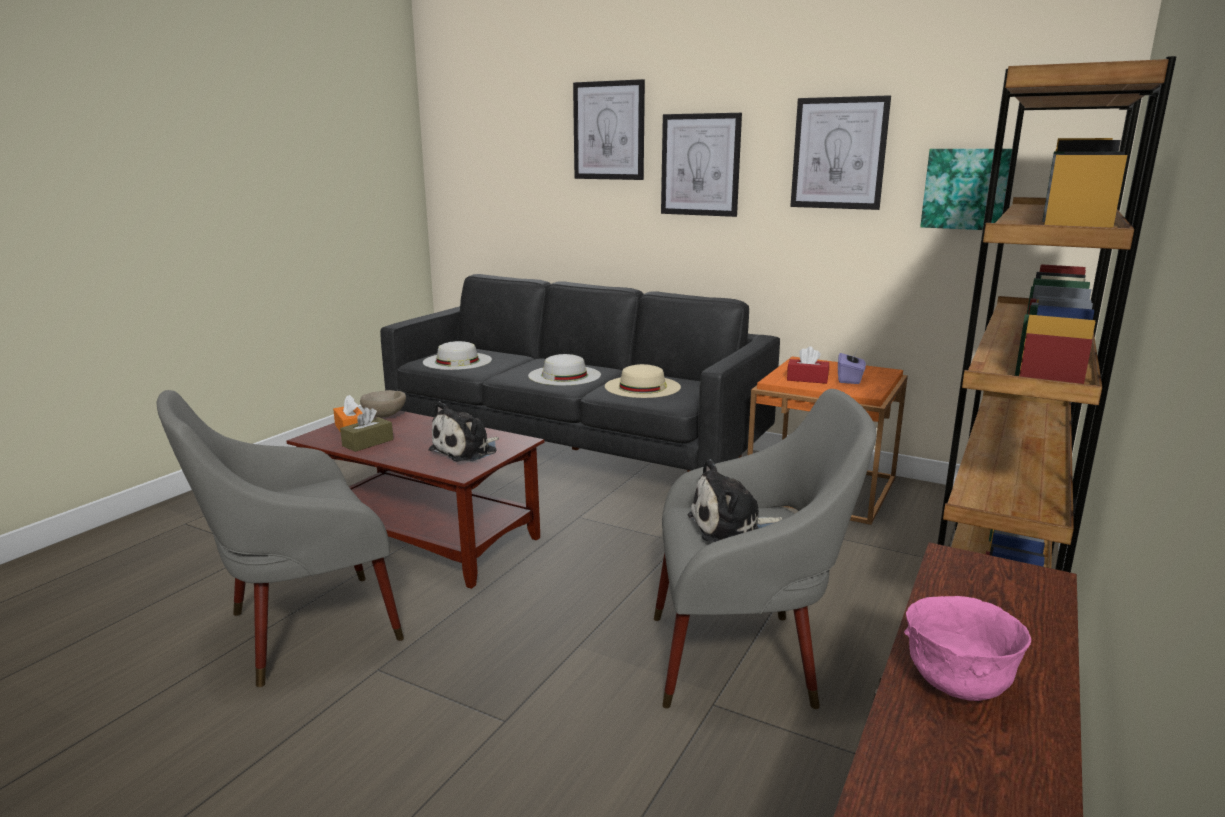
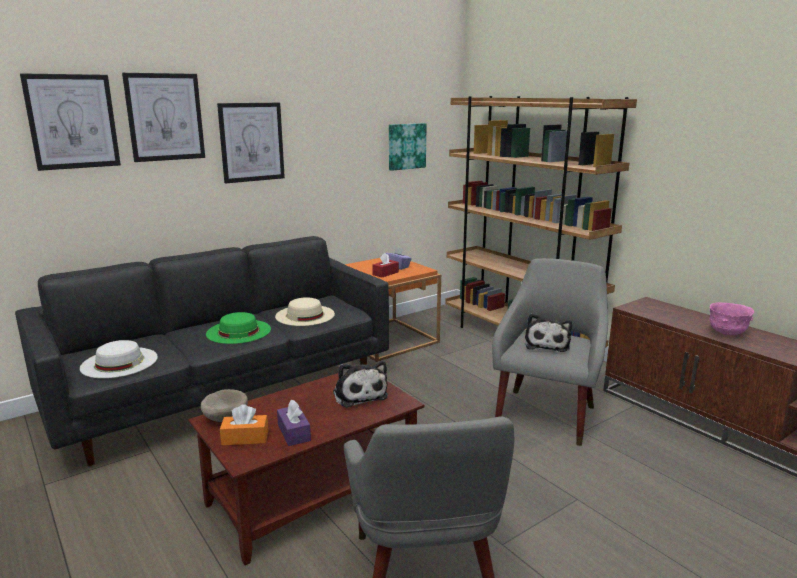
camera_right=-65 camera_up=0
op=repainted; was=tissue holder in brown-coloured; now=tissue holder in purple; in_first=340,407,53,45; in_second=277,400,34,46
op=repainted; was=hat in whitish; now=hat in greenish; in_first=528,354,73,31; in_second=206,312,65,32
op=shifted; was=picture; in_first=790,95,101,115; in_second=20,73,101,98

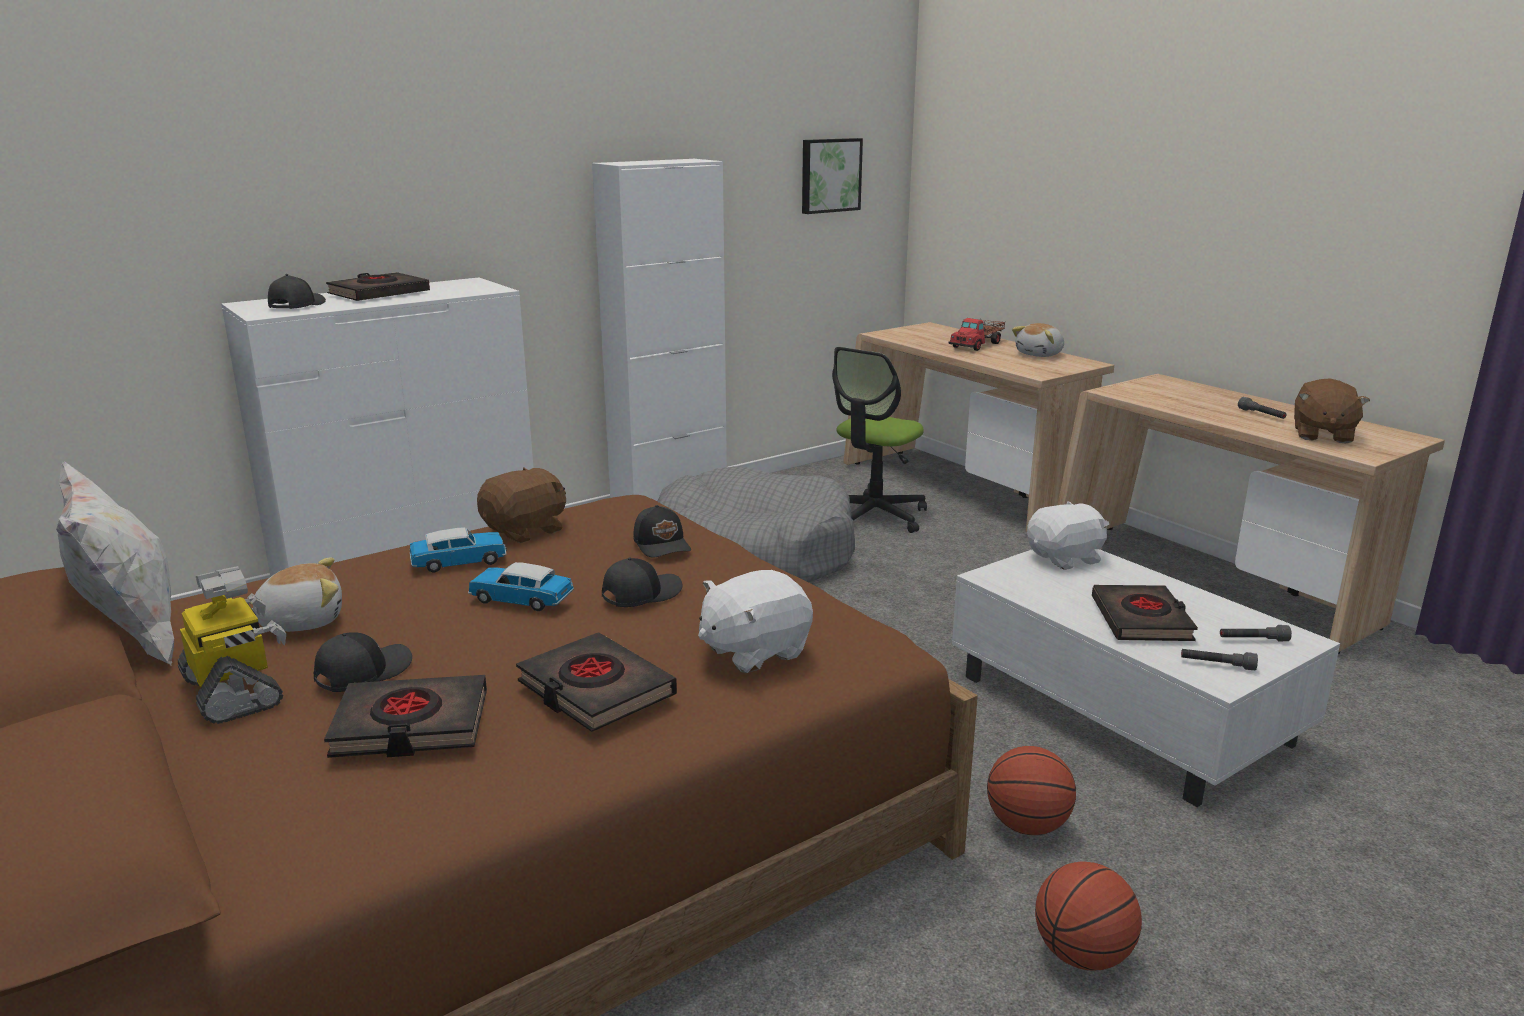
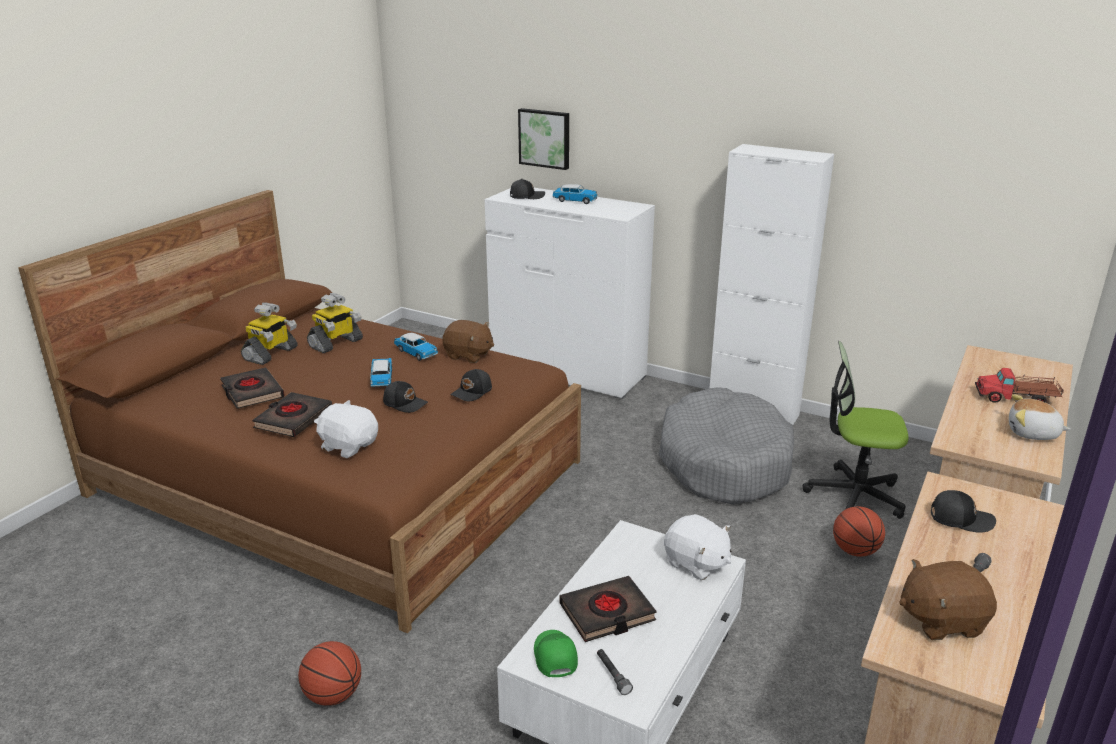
camera_right=65 camera_up=5
op=gone; was=pillow in whitish; in_first=56,462,118,204
op=swapped; was=soft toy; now=toy robot; in_first=252,557,90,75; in_second=307,293,56,60
op=shifted; was=peaked cap in black-coloured; in_first=314,632,98,60; in_second=931,490,65,43
op=swapped; was=bound book in black-coloured; now=toy car; in_first=326,272,104,29; in_second=553,184,45,20
op=shifted; was=picture; in_first=802,138,61,76; in_second=518,108,51,62
op=shifted; was=ball for basketball; in_first=987,746,89,89; in_second=833,506,52,51
op=swapped; was=torch in grey; now=peaked cap in greenish; in_first=1181,649,77,21; in_second=534,630,44,47

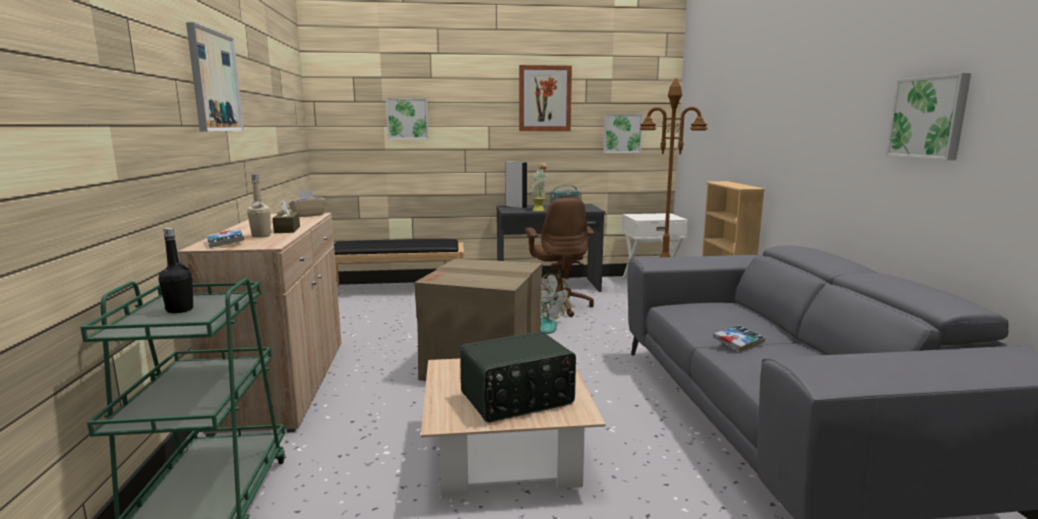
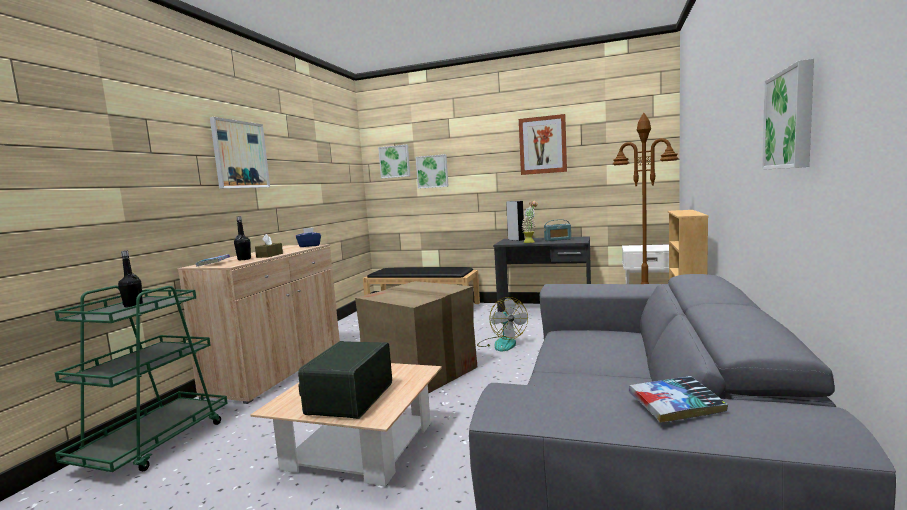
camera_right=25 camera_up=-5
op=repainted; was=drink bottle in sand-coloured; now=drink bottle in black-coloured; in_first=247,175,24,63; in_second=234,216,17,44
op=repainted; was=tissue holder in sand-coloured; now=tissue holder in blue; in_first=289,190,37,27; in_second=296,228,25,19
op=rotated; was=radio; in_first=460,332,116,91; in_second=298,341,94,78; clockwise=105
op=gone; was=computer chair in brown-coloured; in_first=525,198,69,119
op=shifted; was=picture; in_first=603,114,40,39; in_second=378,145,32,33
op=shifted; was=bound book; in_first=713,325,53,26; in_second=629,376,99,47

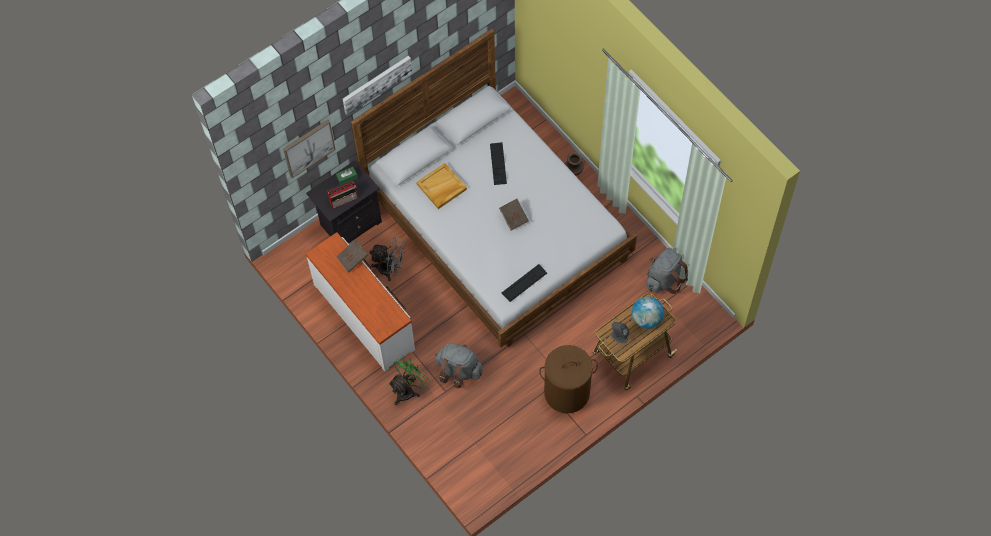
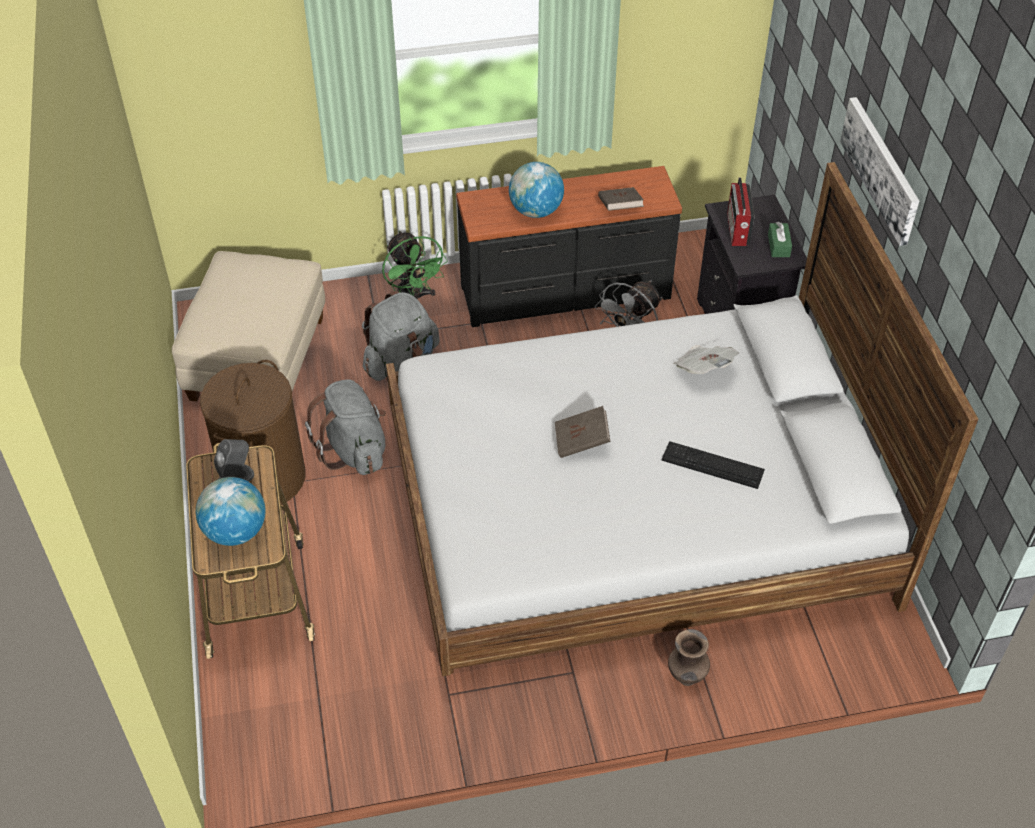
camera_right=115 camera_up=-15
op=gone; was=picture; in_first=283,120,53,58
op=repainted; was=dresser in whitish; now=dresser in black-coloured; in_first=306,232,109,139; in_second=456,166,226,161
op=swapped; was=carrying tray in sand-coloured; now=daily paper; in_first=416,163,51,46; in_second=673,345,66,29
op=gone; was=keyboard; in_first=502,264,45,38
op=shifted; was=knapsack in grey; in_first=646,247,42,47; in_second=305,379,81,96
op=new; now=footrest in sand-coloured; in_second=172,251,153,151
op=new; now=globe; in_second=509,162,55,56

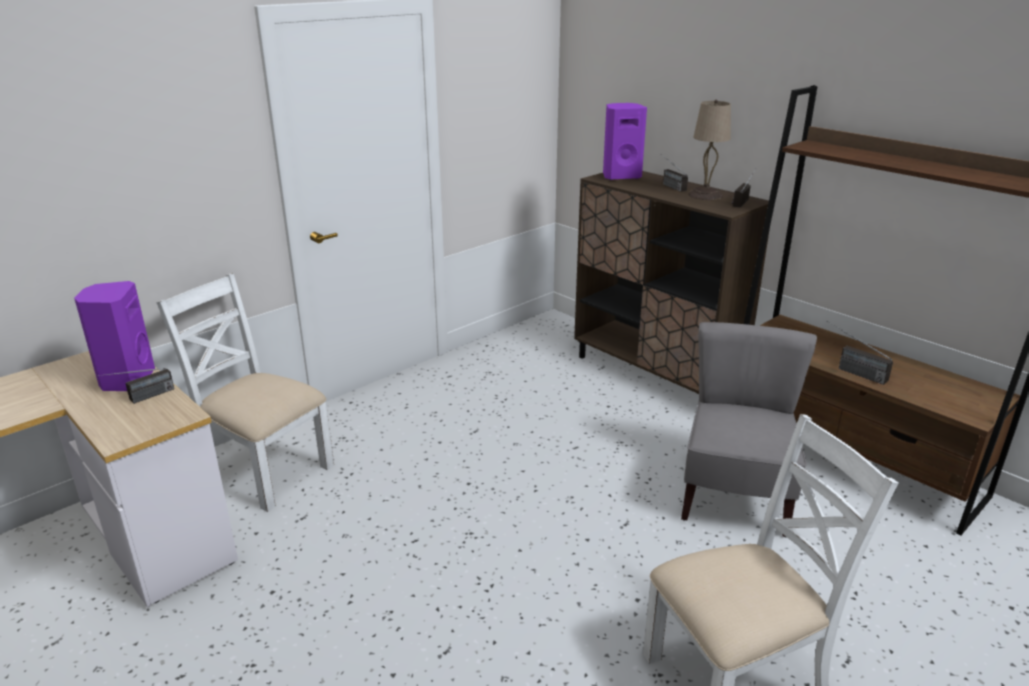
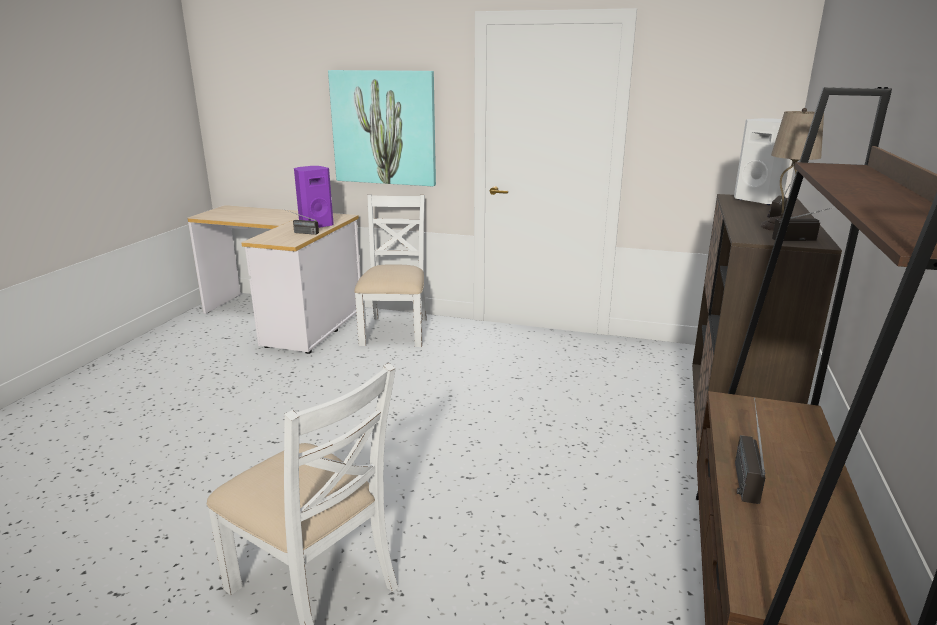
camera_right=60 camera_up=-5
op=repainted; was=audio speaker in purple; now=audio speaker in whitish; in_first=603,103,44,77; in_second=734,118,56,87
op=gone; was=plain chair in grey; in_first=681,322,136,215
op=new; now=picture; in_second=328,70,108,116

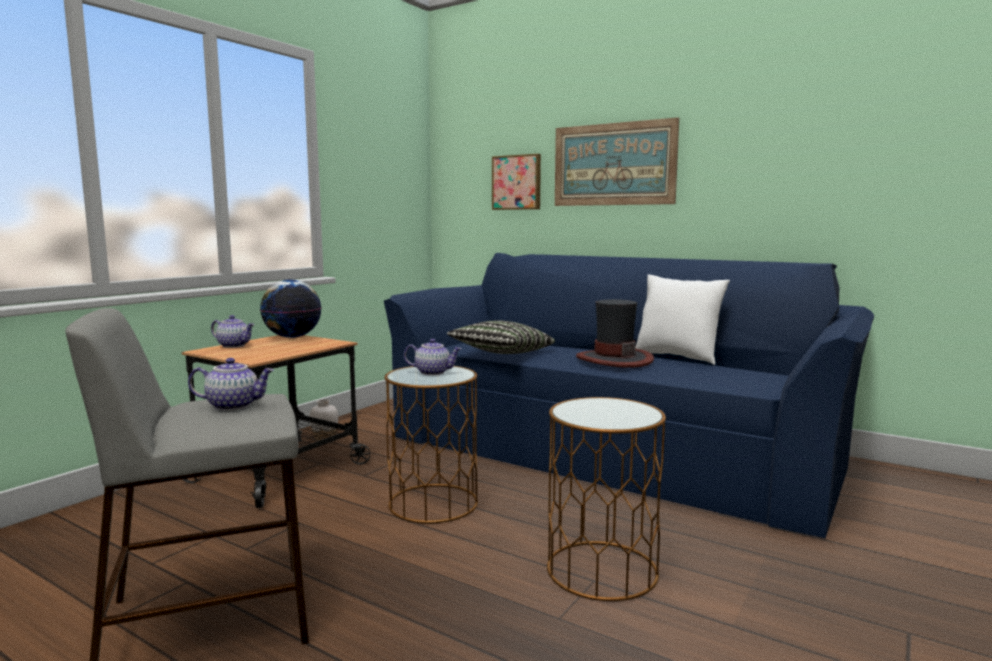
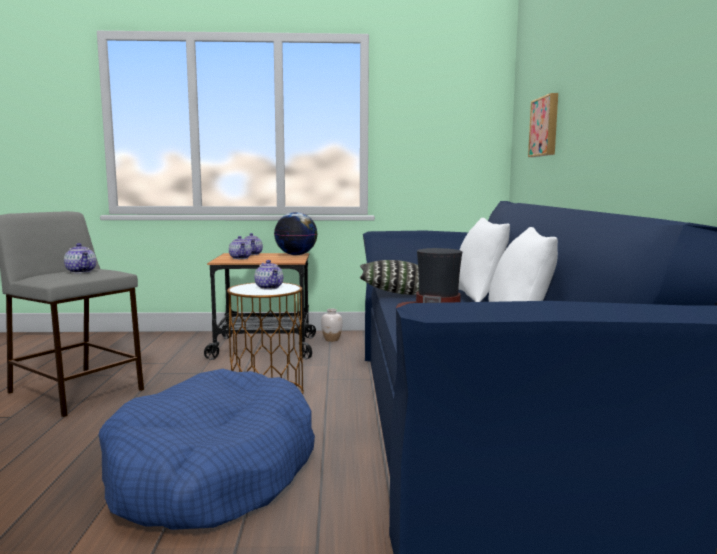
camera_right=55 camera_up=0
op=swapped; was=accent table in brown-coloured; now=dog cushion in blue; in_first=547,397,119,204; in_second=99,369,216,161
op=gone; was=picture; in_first=555,117,124,89
op=new; now=teapot; in_second=229,236,23,23
op=new; now=pillow in whitish; in_second=458,218,52,84

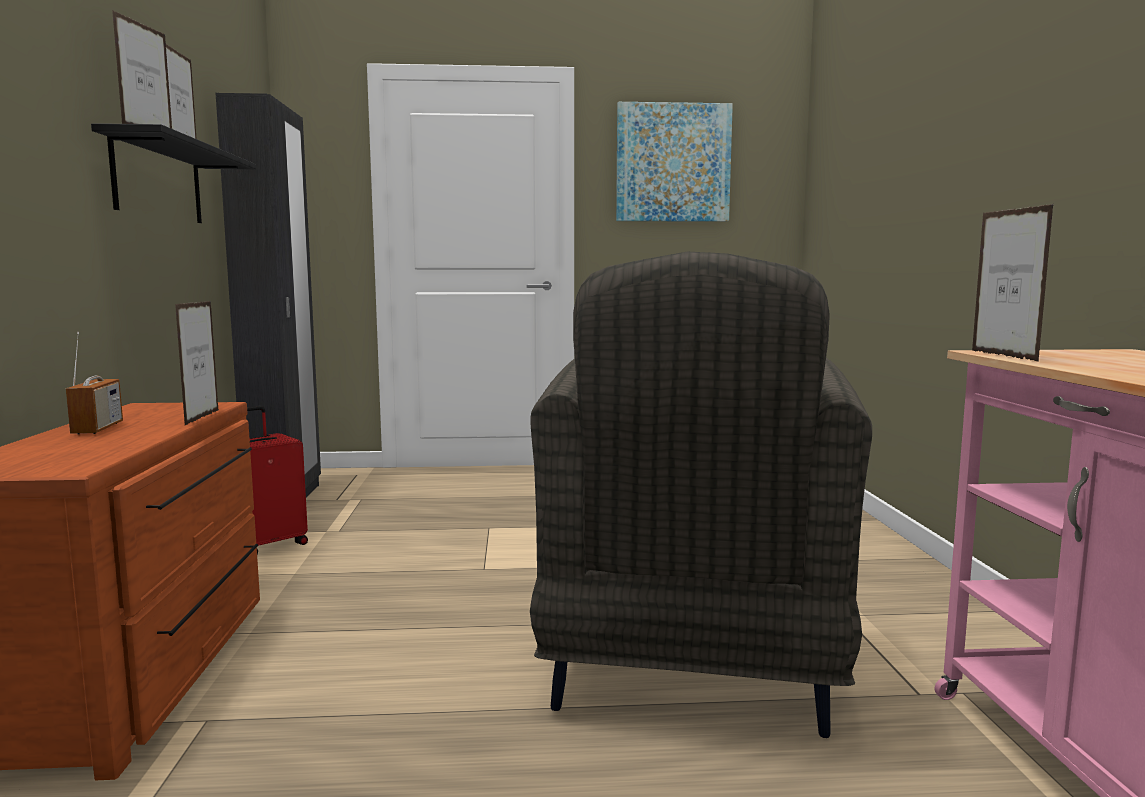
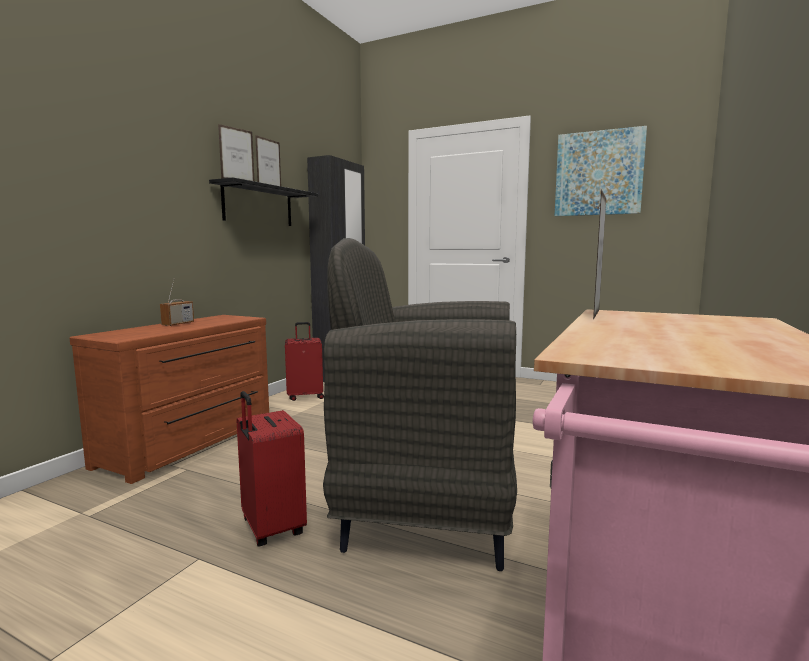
camera_right=30 camera_up=0
op=gone; was=picture frame; in_first=175,301,43,124
op=rotated; was=easy chair in grey; in_first=530,252,342,486; in_second=323,238,194,333; clockwise=60
op=new; now=suitcase in reddish; in_second=236,391,71,155

